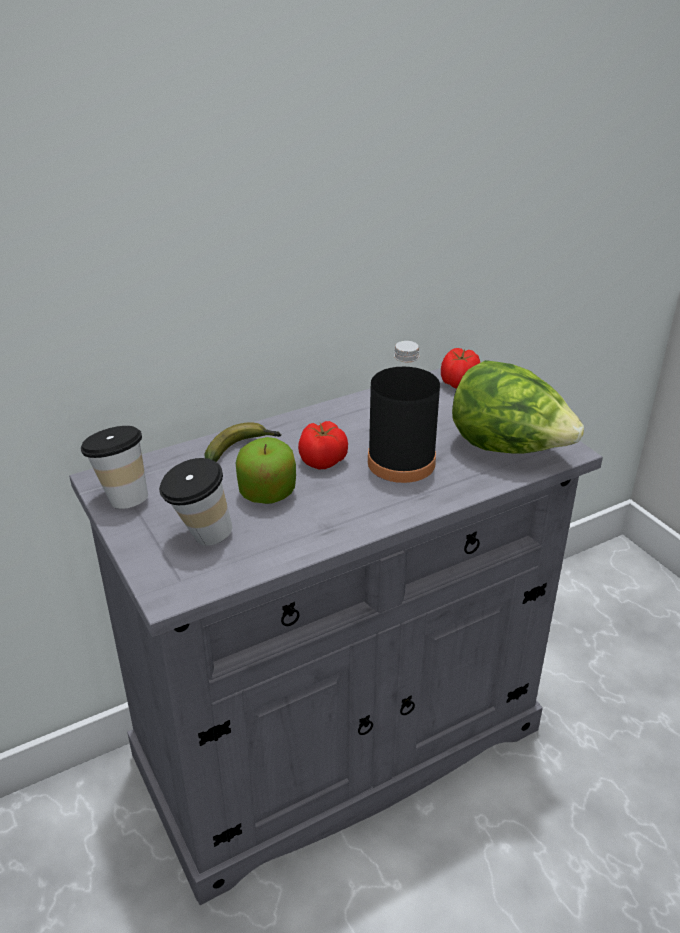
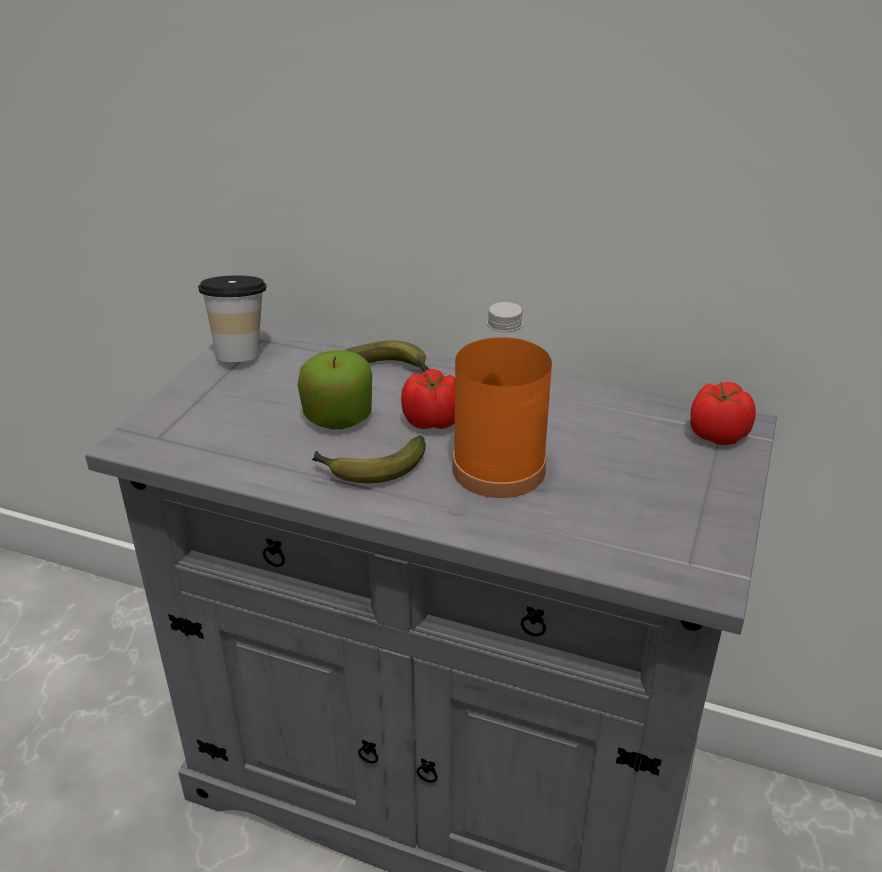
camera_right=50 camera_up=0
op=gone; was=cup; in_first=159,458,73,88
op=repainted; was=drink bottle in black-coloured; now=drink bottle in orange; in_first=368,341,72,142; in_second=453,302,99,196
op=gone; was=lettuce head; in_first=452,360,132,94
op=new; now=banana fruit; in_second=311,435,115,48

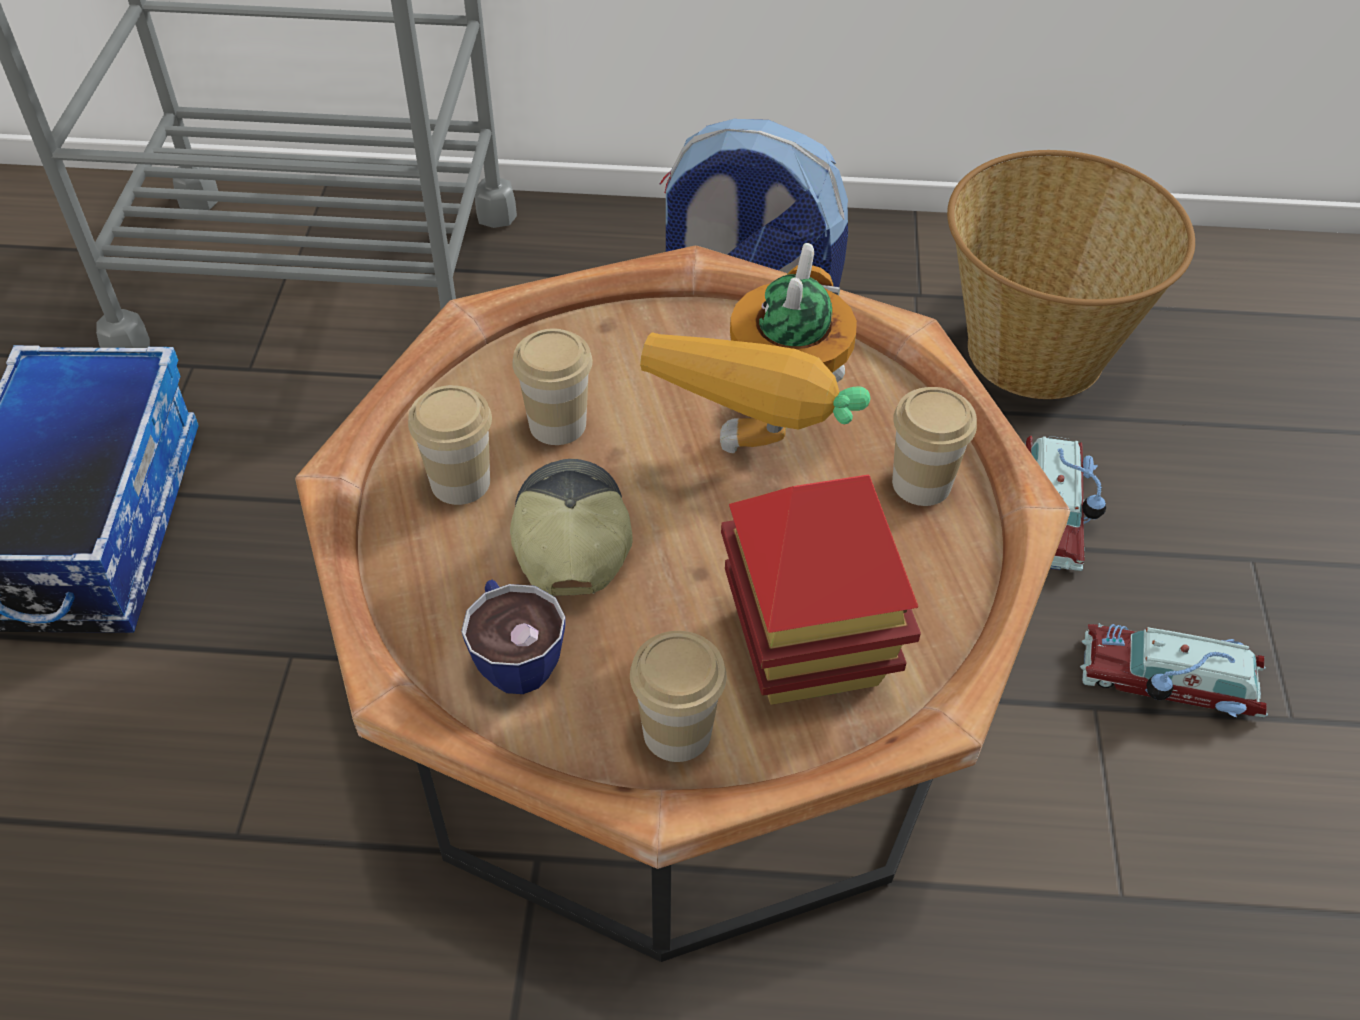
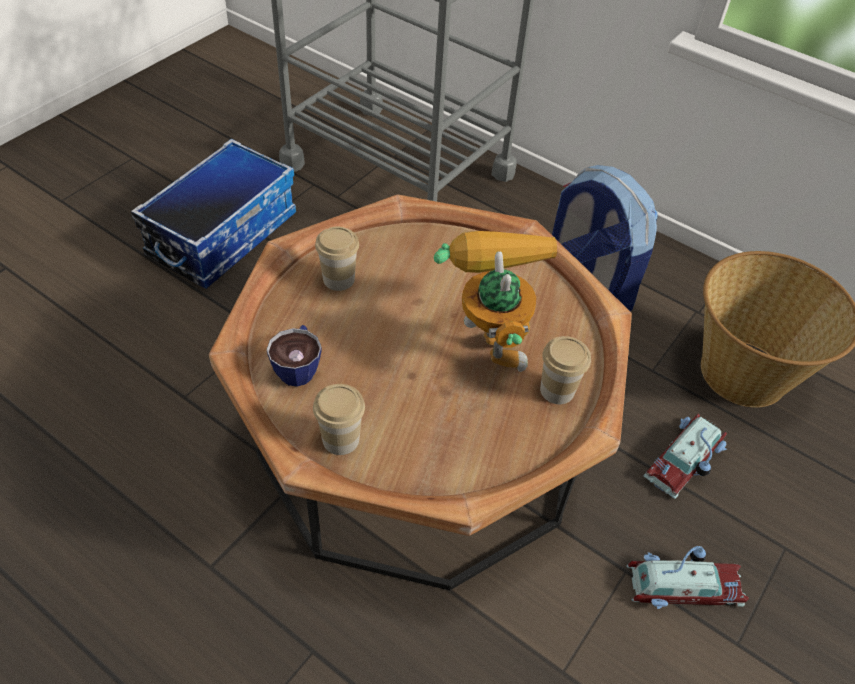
camera_right=30 camera_up=0
op=gone; was=peaked cap; in_first=510,459,123,137
op=gone; was=cup; in_first=512,328,81,117
op=rotated; was=toy robot; in_first=640,243,230,210; in_second=434,231,123,141; clockwise=120
op=gone; was=toy house; in_first=721,475,200,230
op=rotated; was=toy car; in_first=1080,623,188,94; in_second=626,546,123,63; clockwise=135

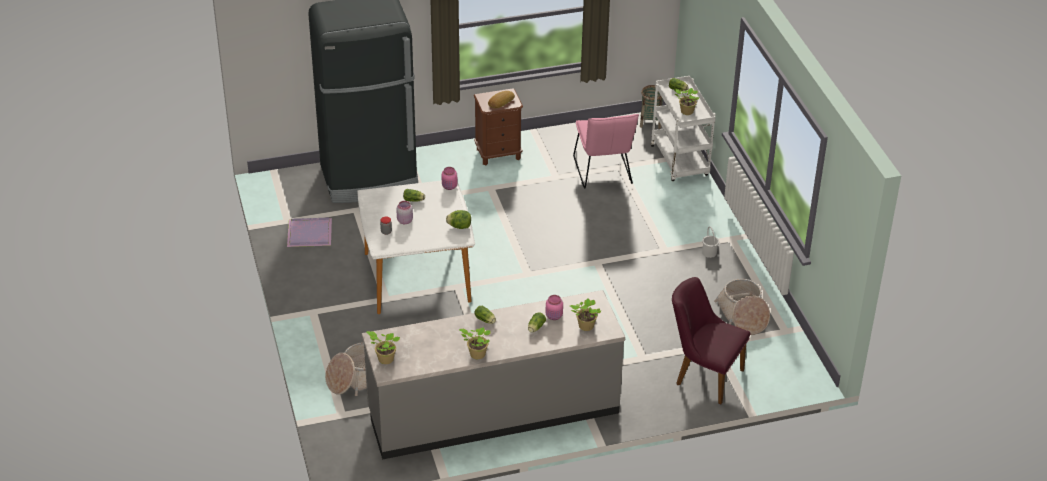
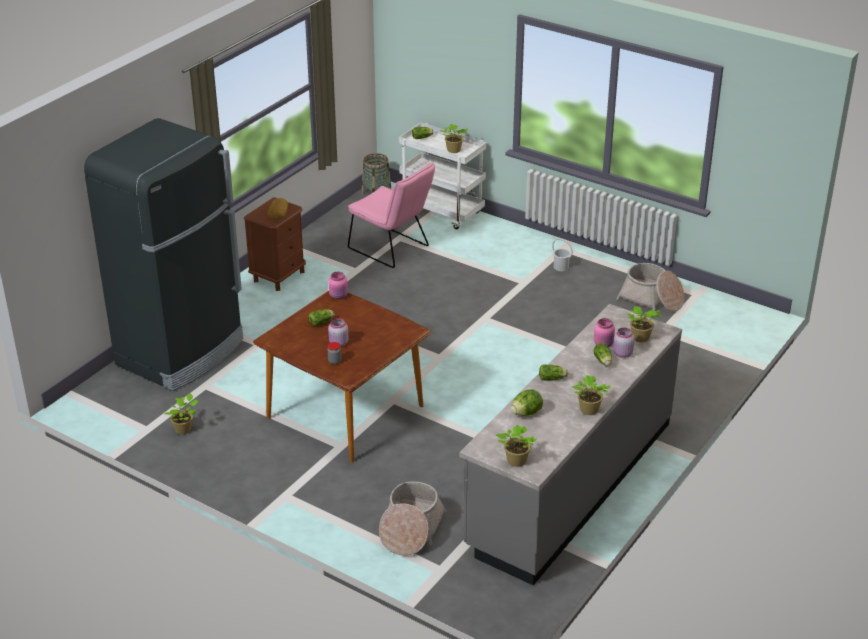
camera_right=-40 camera_up=-5
op=swapped; was=carrying tray in purple; now=houseplant; in_first=287,218,45,29; in_second=164,393,34,42
op=repainted; was=dining table in whitish; now=dining table in brown-coloured; in_first=357,180,118,134; in_second=253,291,178,172
op=shifted; was=lettuce head; in_first=446,210,25,19; in_second=511,390,32,26
op=gone; was=plain chair in purple; in_first=672,277,79,127
op=new; now=preserve jar in pinkish; in_second=613,328,22,30

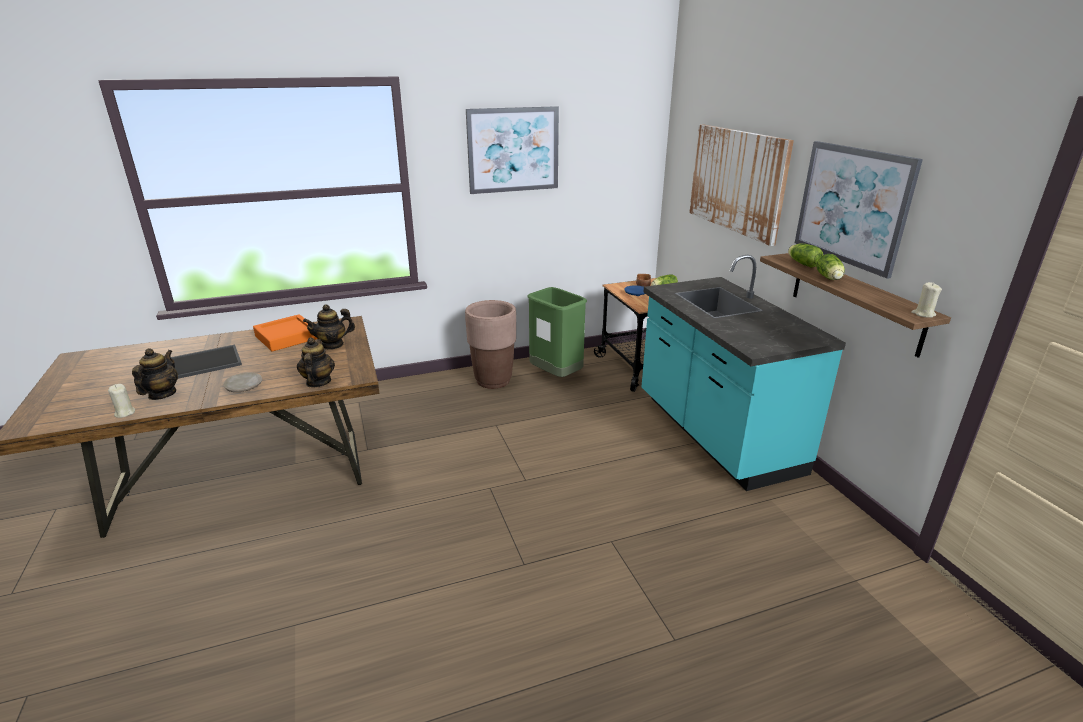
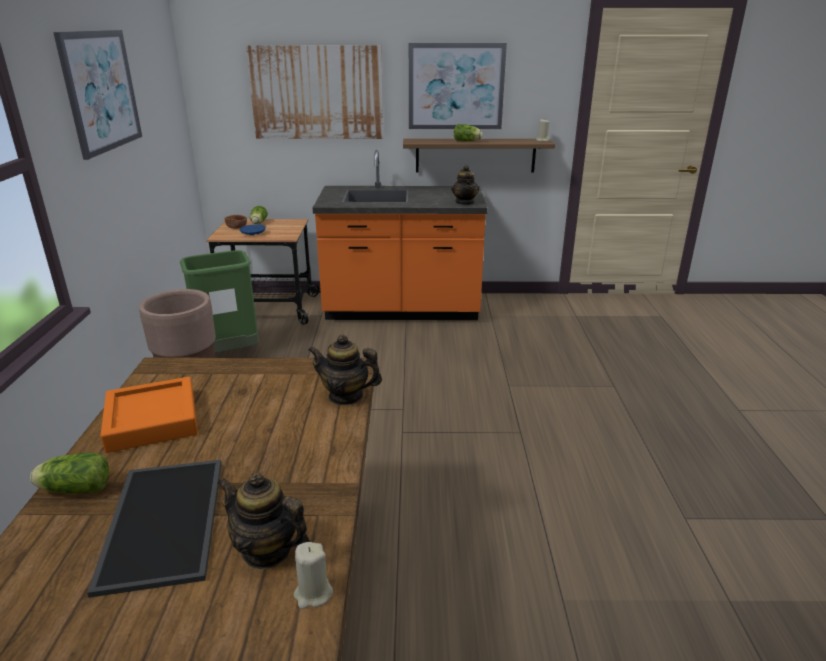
camera_right=-70 camera_up=0
op=gone; was=dinner plate in sand-coloured; in_first=223,373,39,19
op=shifted; was=teapot; in_first=303,304,52,46; in_second=451,165,28,40
op=repainted; was=kitchen base unit in turquoise; now=kitchen base unit in orange; in_first=642,255,204,236; in_second=313,150,175,170
op=shifted; was=lettuce head; in_first=788,243,35,25; in_second=30,452,79,42

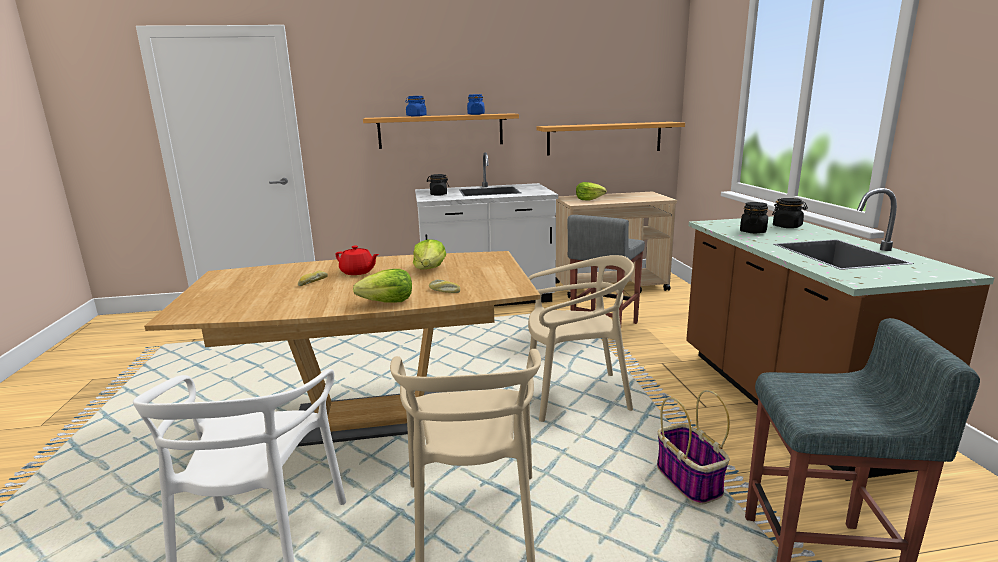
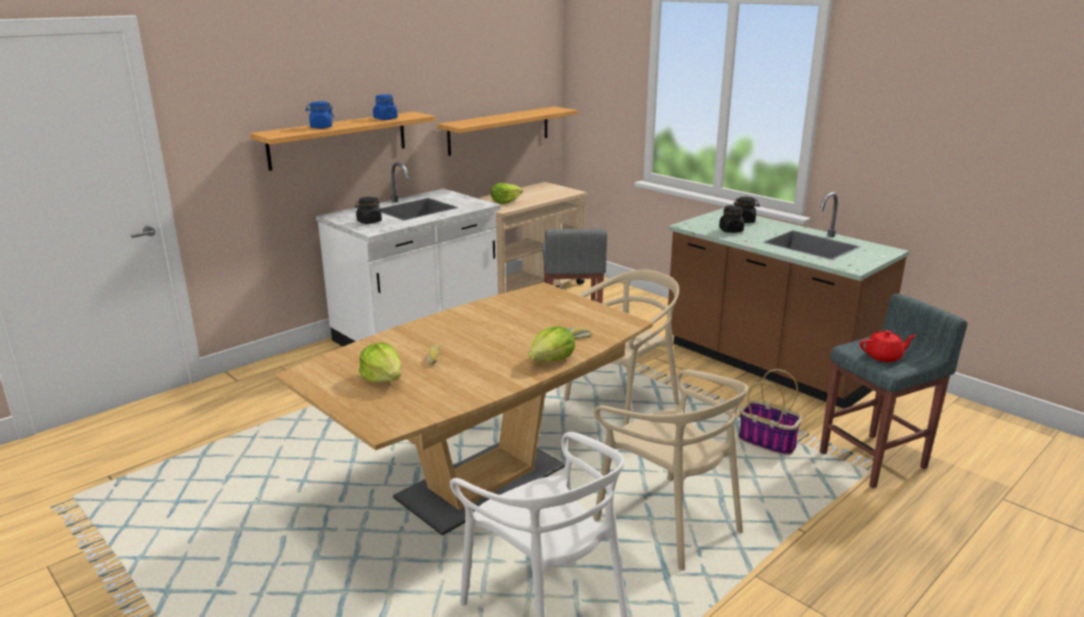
camera_right=-35 camera_up=5
op=shifted; was=teapot in reddish; in_first=336,245,43,30; in_second=860,330,56,32
op=shifted; was=lettuce head; in_first=413,239,33,31; in_second=359,343,42,40

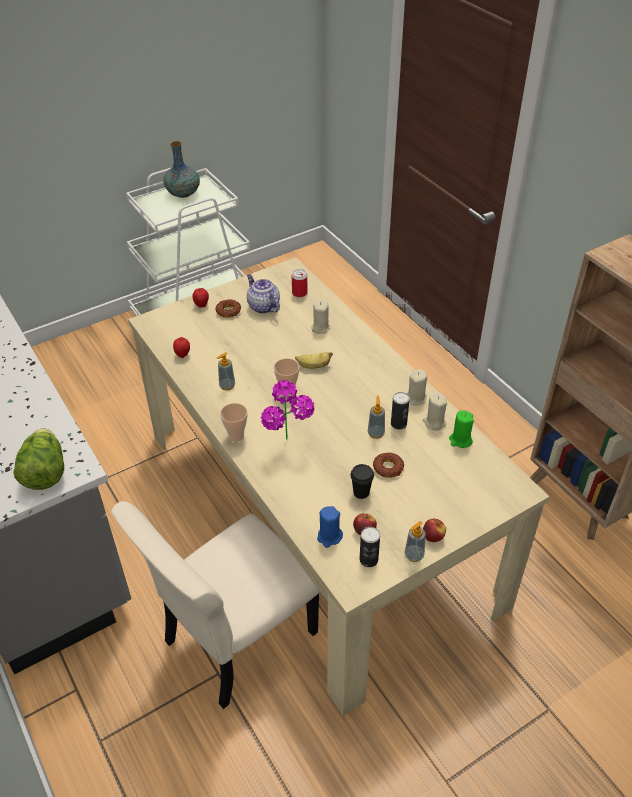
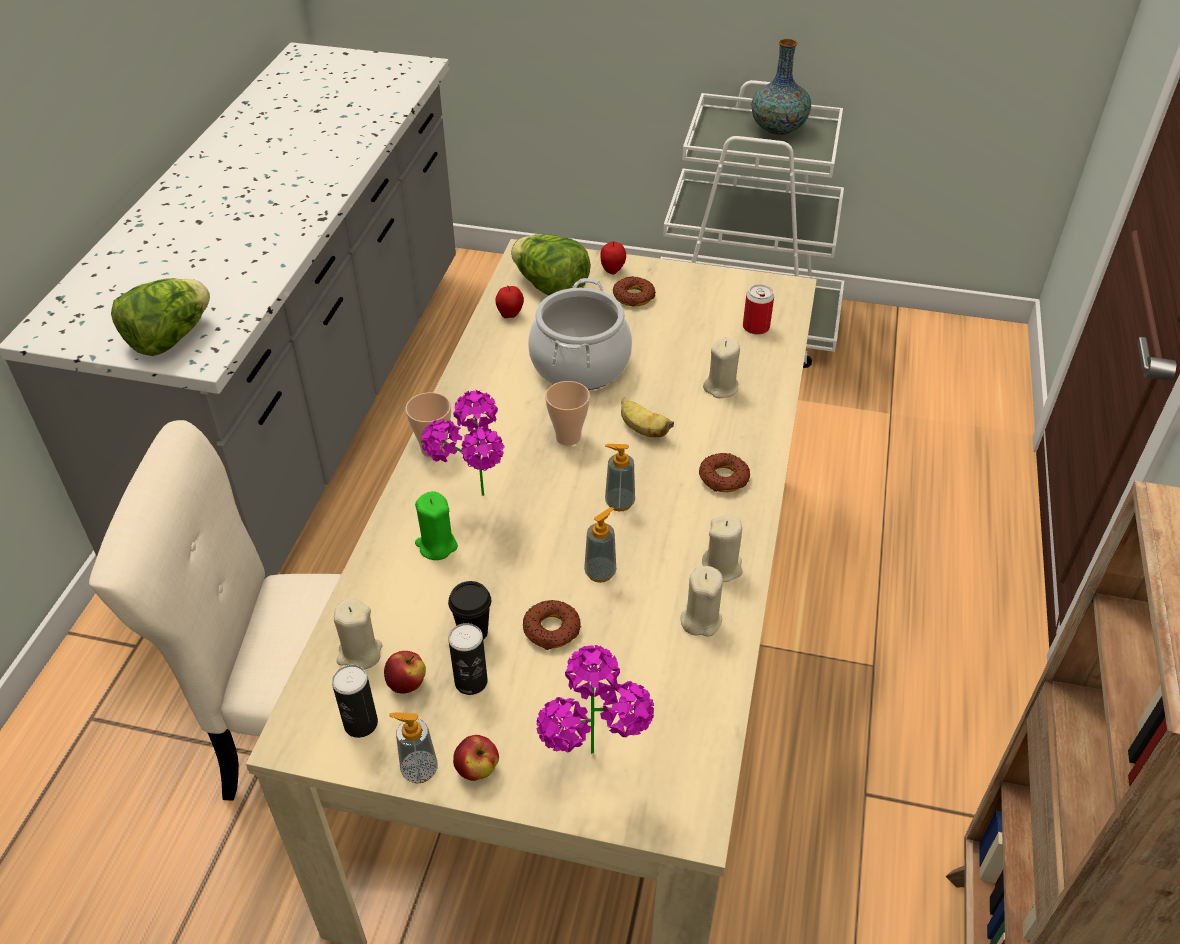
camera_right=45 camera_up=0
op=shifted; was=liquid soap bottle; in_first=217,352,18,39; in_second=605,444,30,67
op=gone; was=teapot; in_first=247,274,33,40
op=repainted; was=wax light in blue; now=wax light in sand-coloured; in_first=317,506,26,42; in_second=334,599,48,71
op=shifted; was=sealed can; in_first=391,392,19,38; in_second=448,623,40,72
op=shifted; was=wax light in greenish; in_first=449,410,25,38; in_second=415,491,43,69
op=new; now=lettuce head; in_second=511,234,80,61
op=new; now=cooking pot; in_second=528,278,104,112
op=new; now=houseplant; in_second=536,645,118,109
op=new; now=doughnut; in_second=699,453,51,39

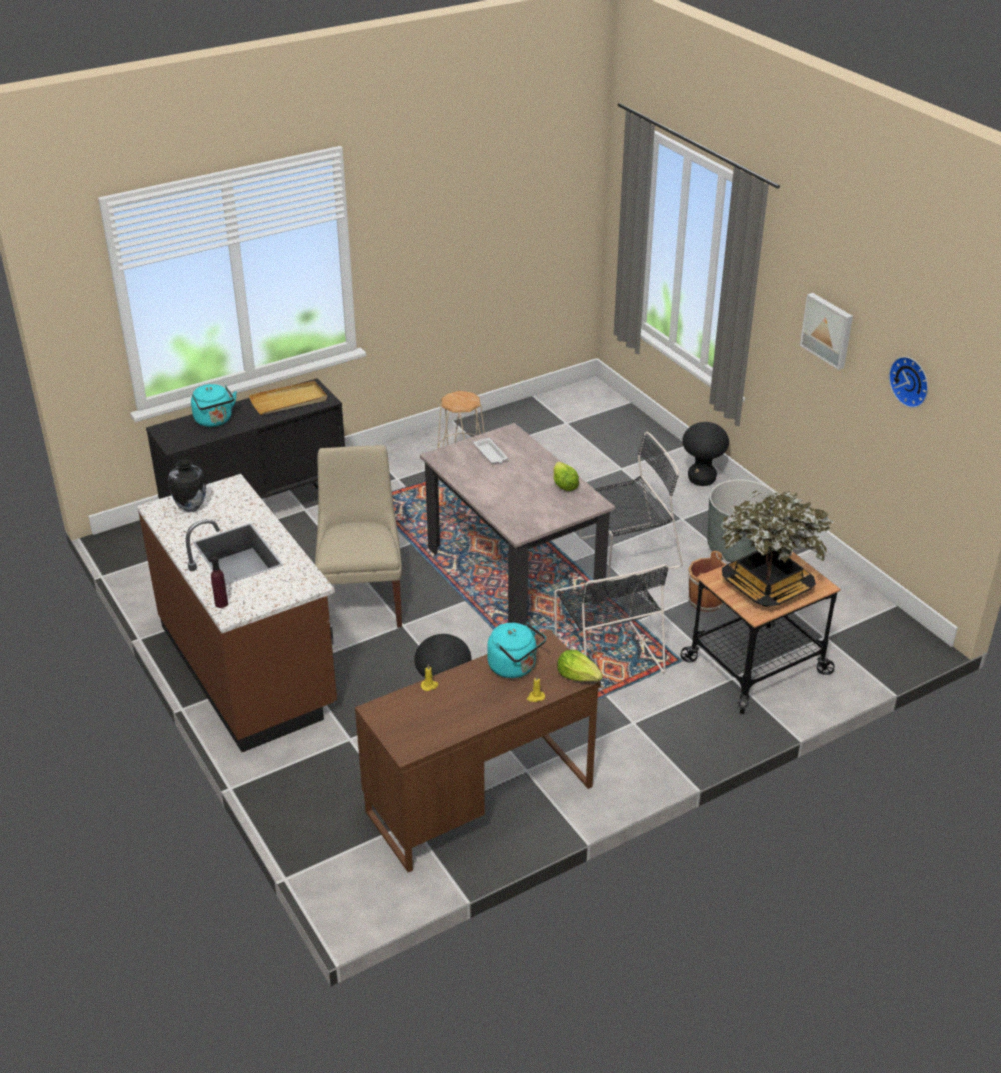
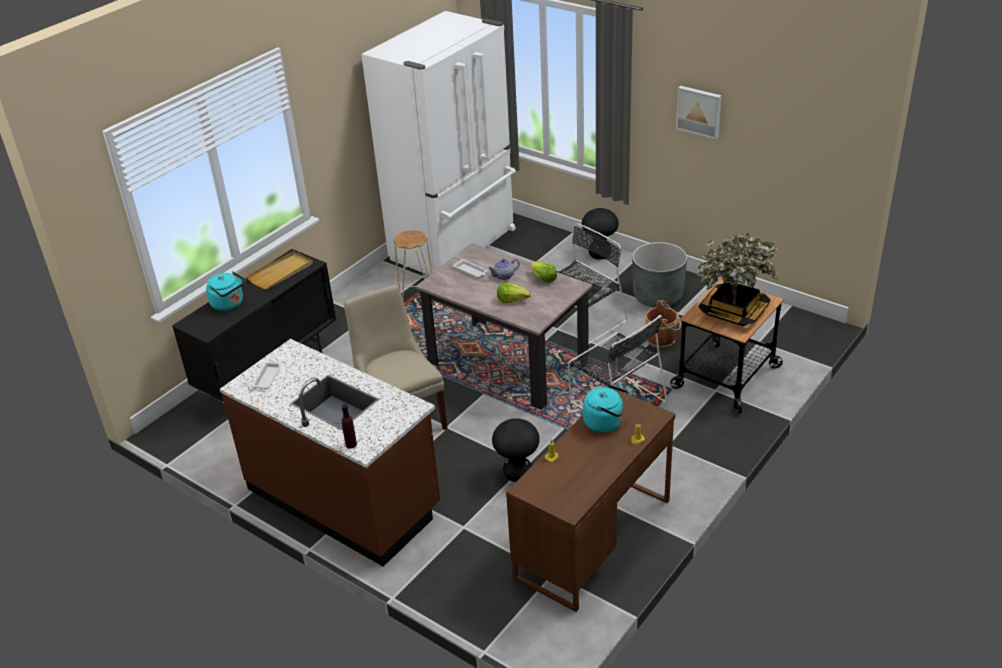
camera_right=-20 camera_up=0
op=swapped; was=vase; now=carrying tray in whitish; in_first=168,459,38,53; in_second=251,361,31,28
op=shifted; was=lettuce head; in_first=557,650,46,32; in_second=497,282,34,21
op=gone; was=clock on the wall; in_first=889,356,39,52
op=new; now=fridge in whitish; in_second=361,11,155,264
op=new; now=teapot; in_second=488,259,32,21

